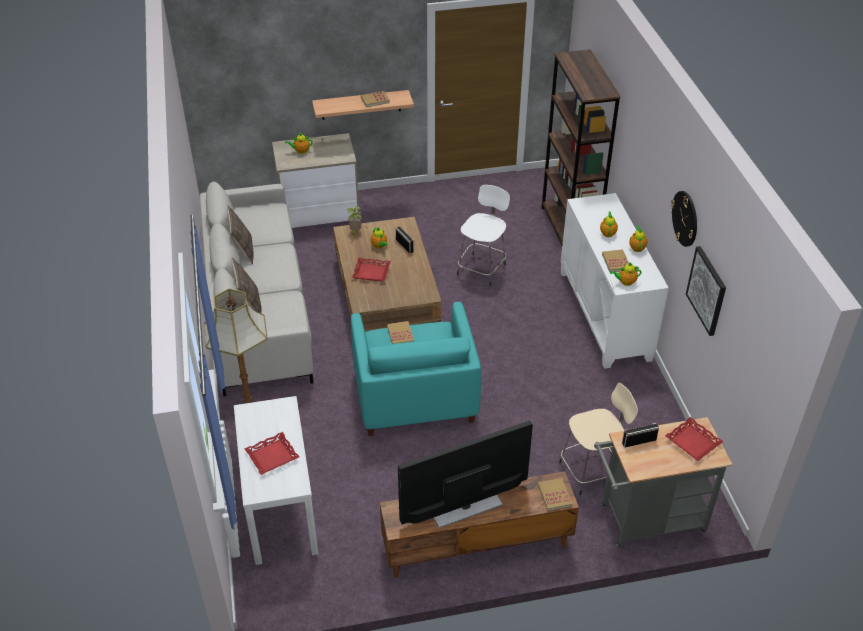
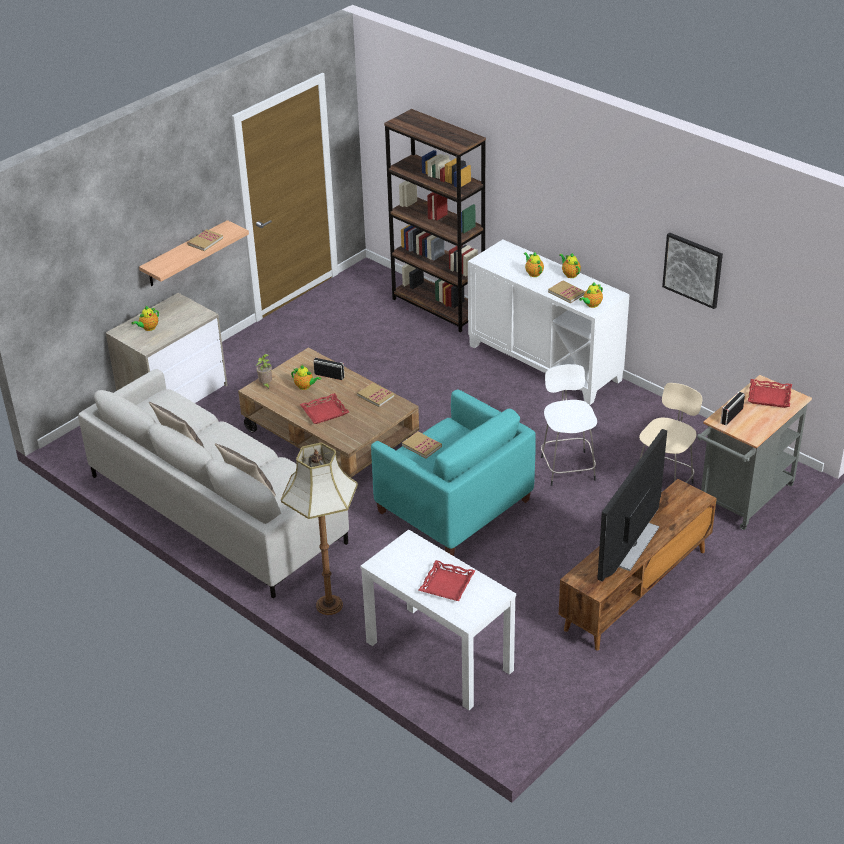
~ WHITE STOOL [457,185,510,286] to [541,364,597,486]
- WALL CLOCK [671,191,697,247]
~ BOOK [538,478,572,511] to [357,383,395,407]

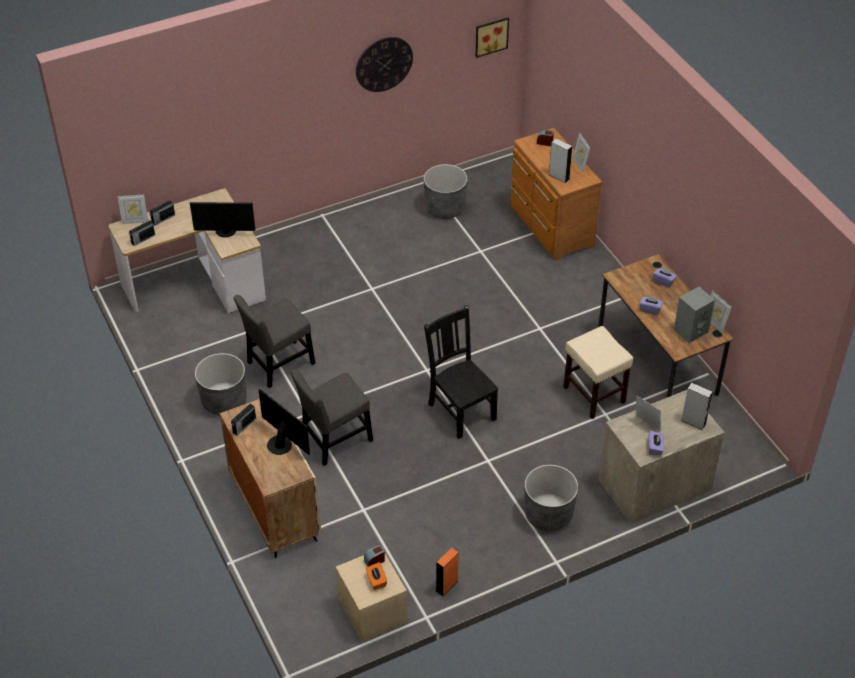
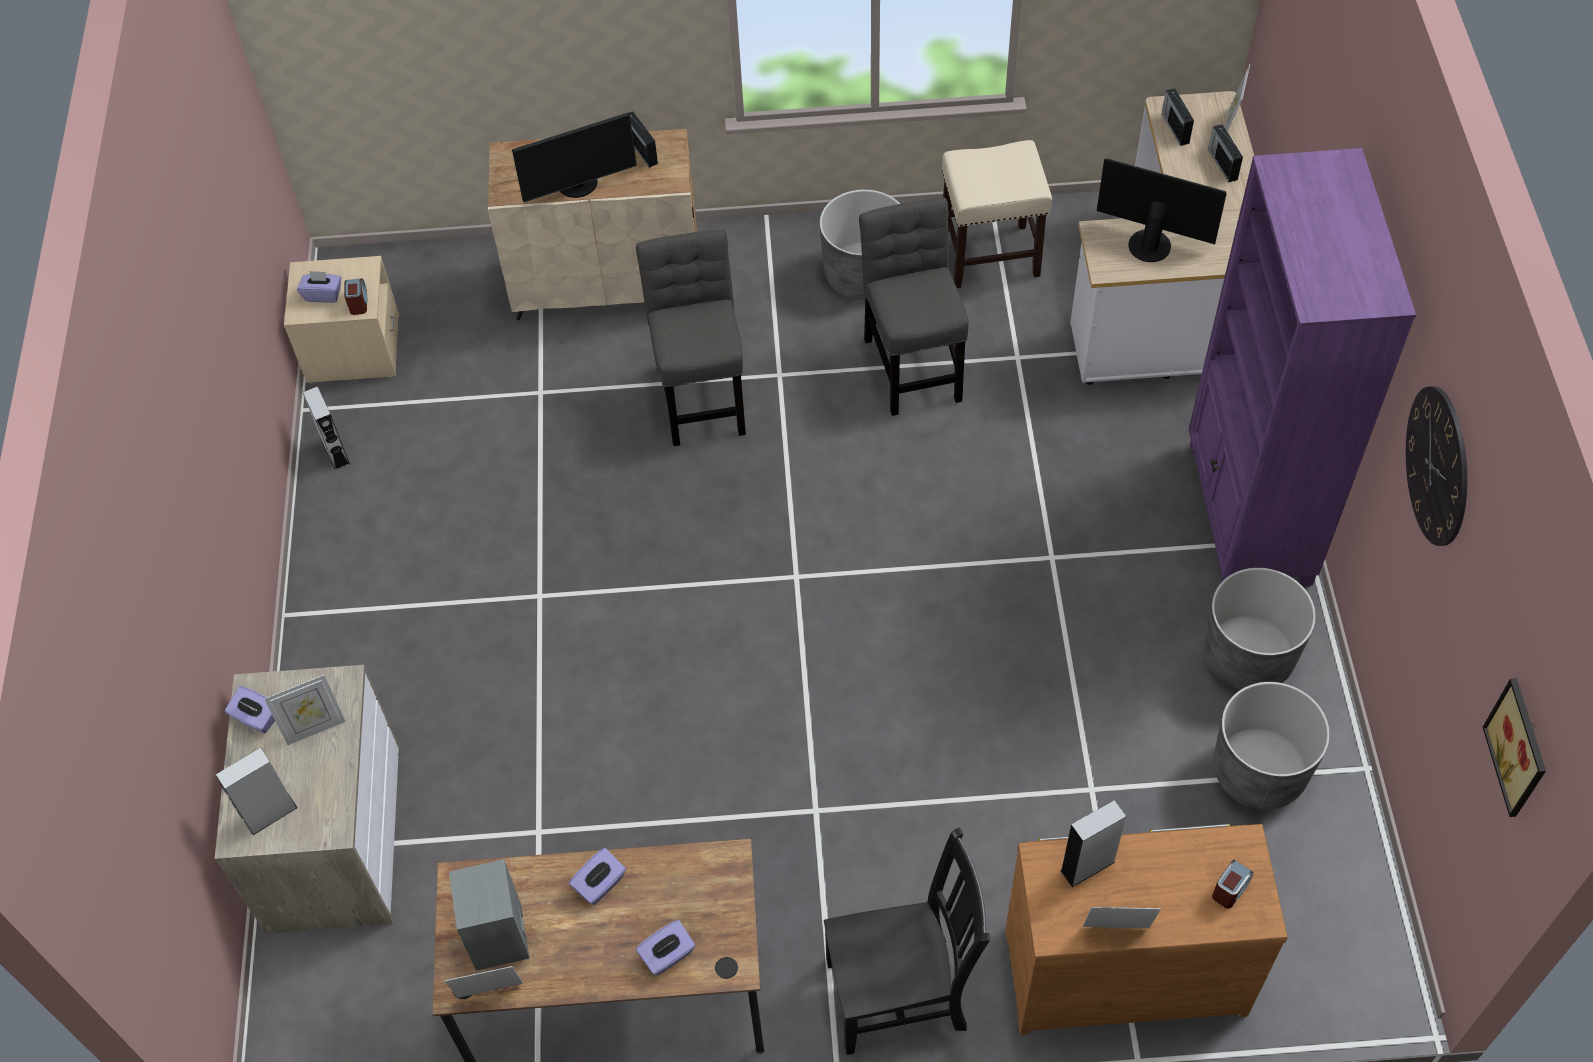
~ MONITOR [190,202,255,237] = [1097,159,1227,262] 90 degrees clockwise
~ BLACK CHAIR [424,305,498,439] to [824,827,990,1055]
~ BEIGE STOOL [563,326,633,419] to [942,140,1052,288]
~ GREY PLANTER [524,465,578,531] to [1204,568,1316,690]
~ ORANGE SPEAKER [436,547,459,596] to GREY SPEAKER [303,386,350,470]
~ ORANGE TISSUE BOX [366,562,387,590] to PURPLE TISSUE BOX [297,271,341,303]
+ PURPLE BOOKCASE [1189,148,1416,586]

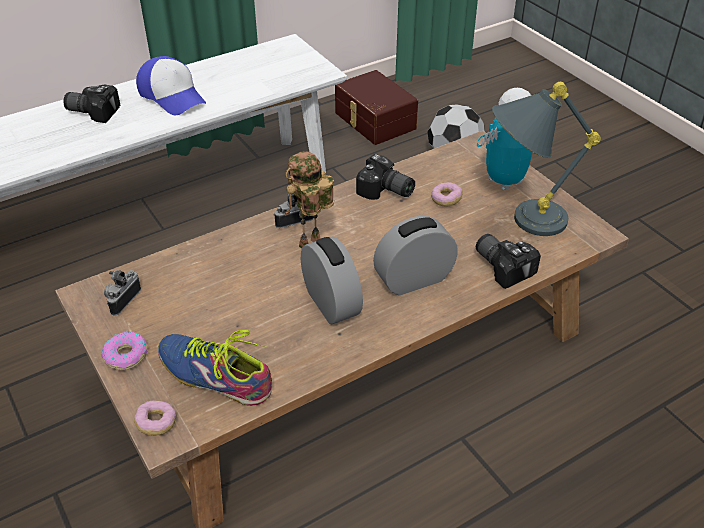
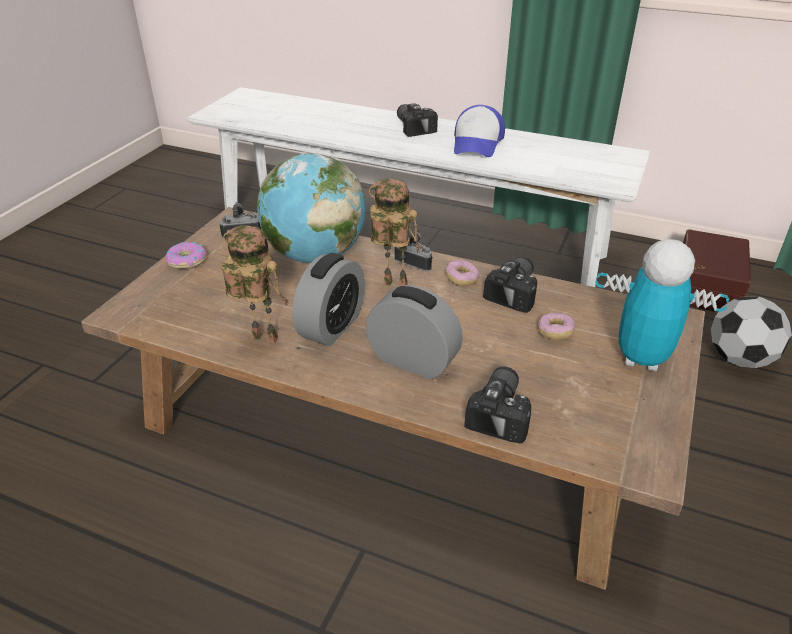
- GREY TABLE LAMP [492,82,601,236]
~ PHOTO CAMERA [356,154,415,200] = [483,257,537,313] 150 degrees counterclockwise
- SHOE [158,330,272,406]
~ DONUT [134,401,176,436] to [445,260,479,286]
+ GLOBE [257,153,366,263]
+ TOY ROBOT [221,225,289,344]

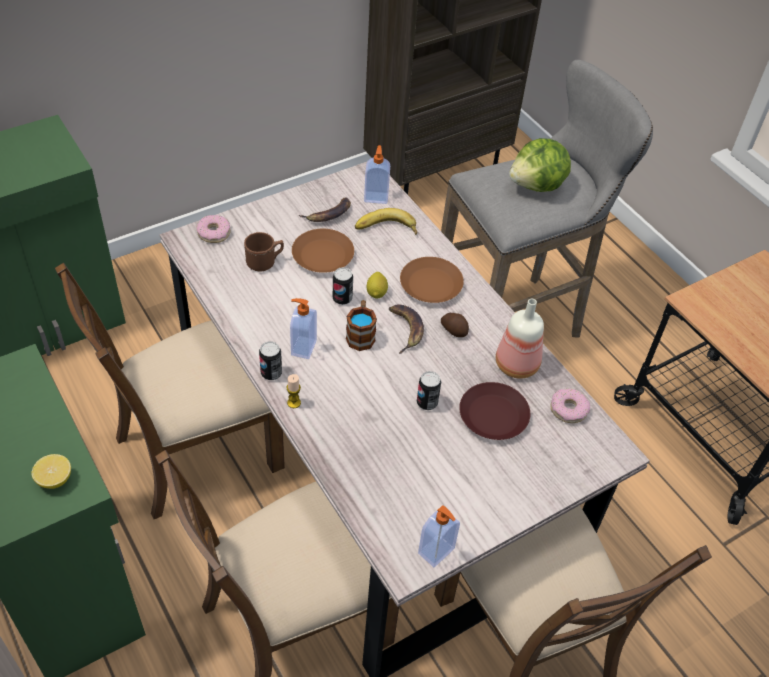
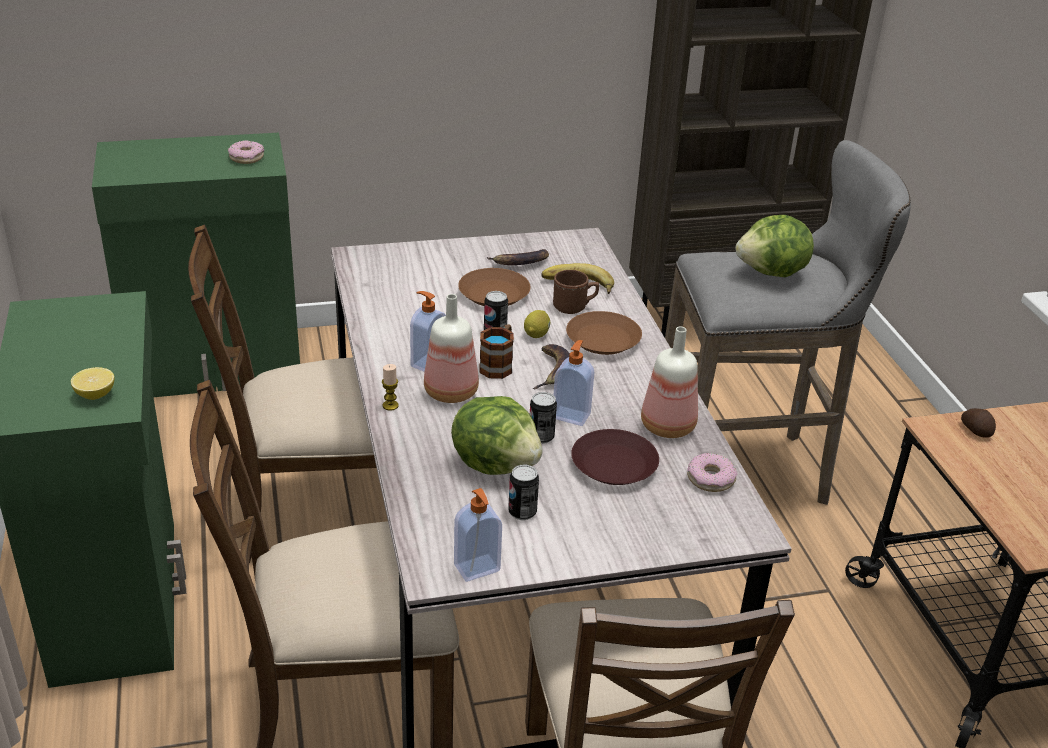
~ SOAP DISPENSER [364,145,390,204] to [554,340,594,426]
~ DONUT [196,215,231,243] to [228,140,264,164]
~ BROWN MUG [244,232,284,272] to [553,270,599,314]
~ POTATO [441,313,469,337] to [961,408,996,438]
~ CAN [259,342,282,380] to [508,465,539,520]
+ BOTTLE [424,294,479,403]
+ LETTUCE [451,396,543,475]

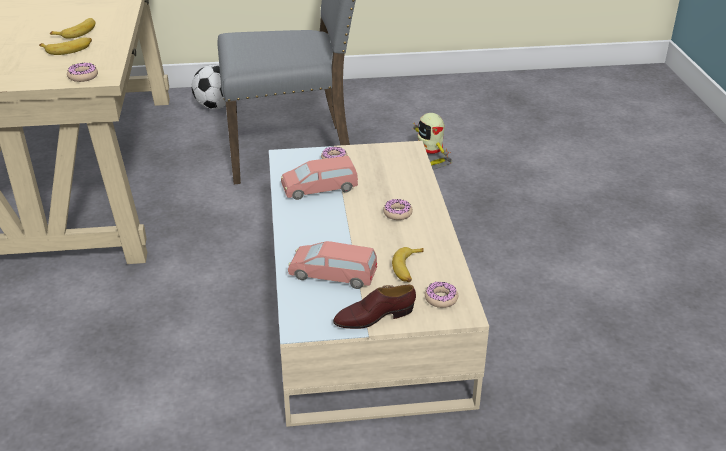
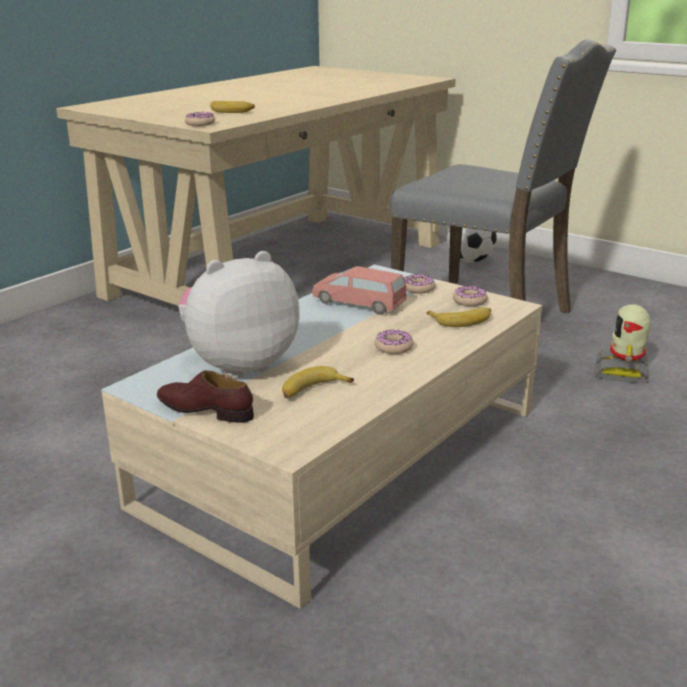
~ BANANA [50,18,95,39] to [427,307,491,327]
~ PINK TOY CAR [288,241,377,289] to PLUSH TOY [178,251,299,379]
~ DONUT [425,281,458,308] to [453,286,488,306]

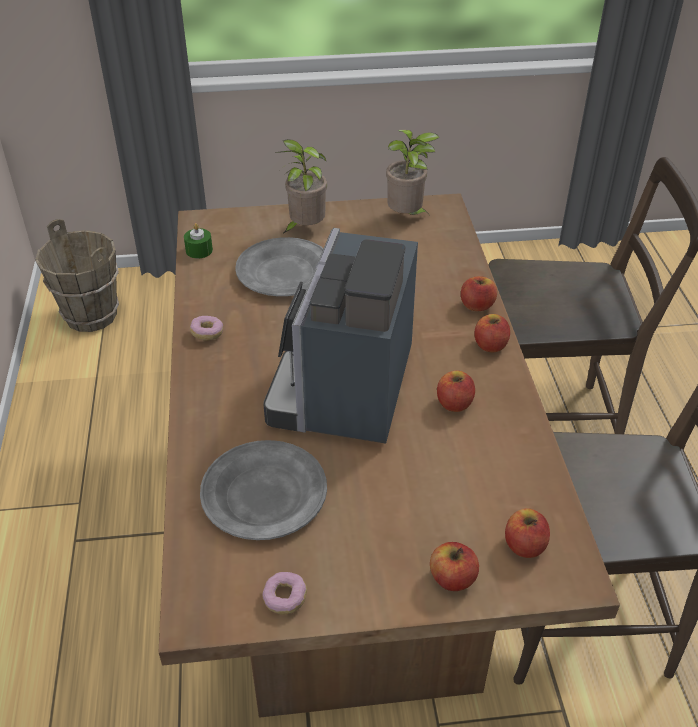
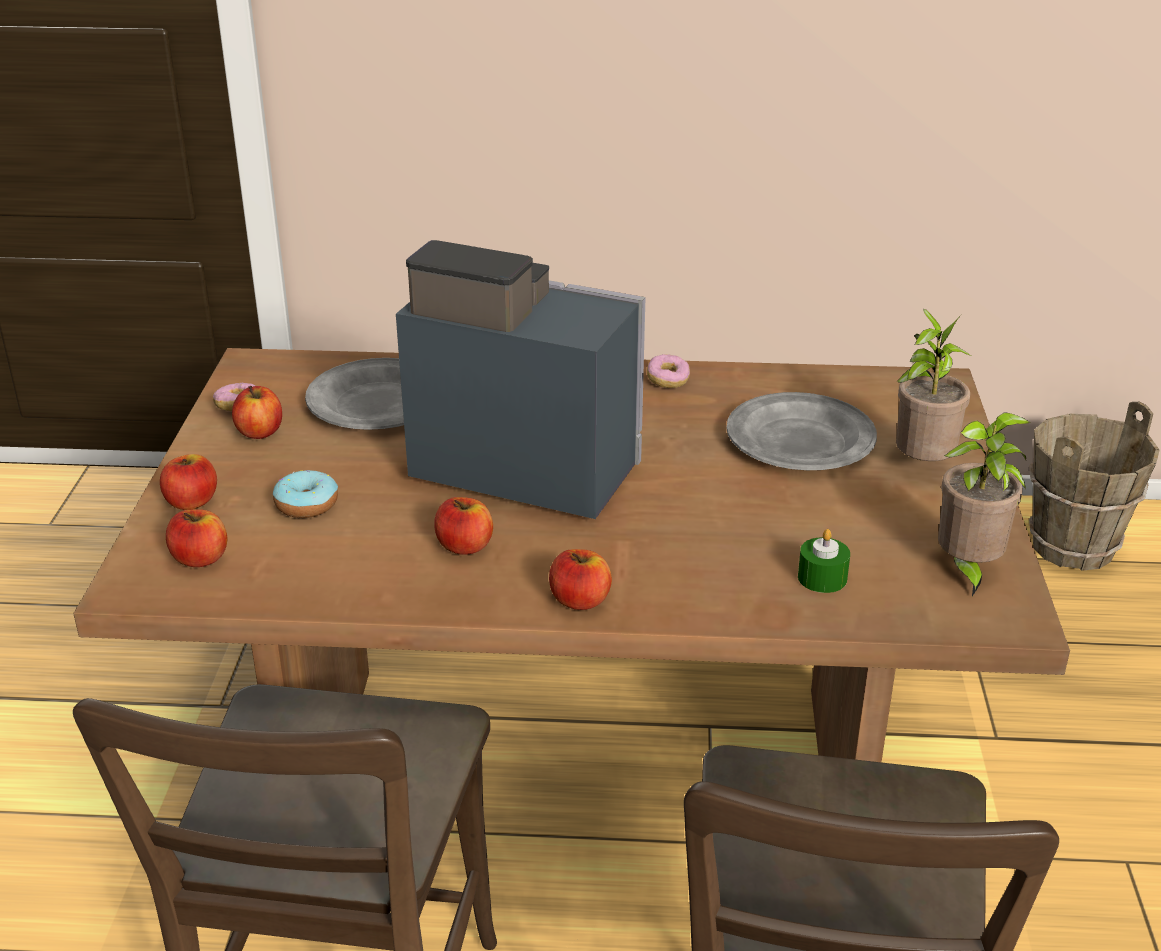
~ GREEN CANDLE [184,223,213,259] to [798,529,850,593]
~ APPLE [461,276,497,311] to [232,386,282,439]
+ DONUT [273,470,338,518]

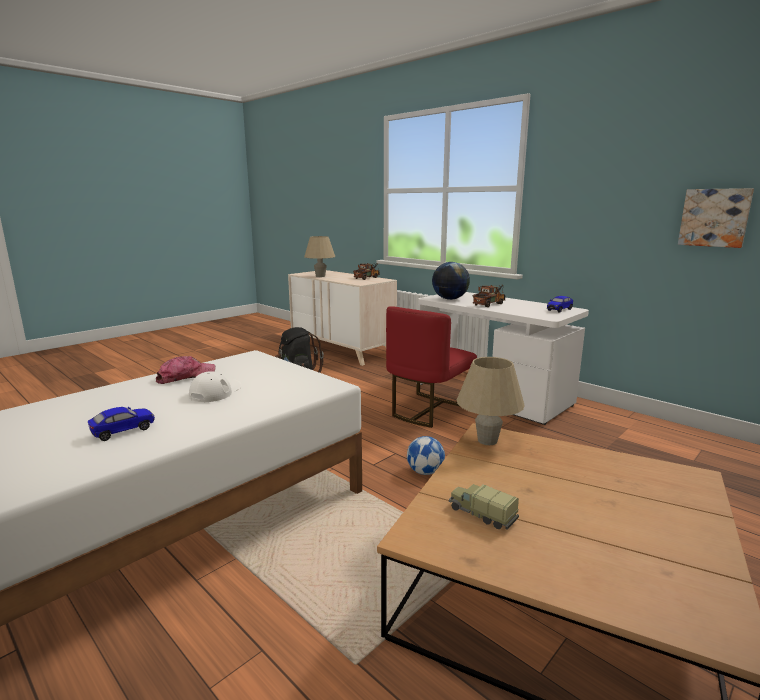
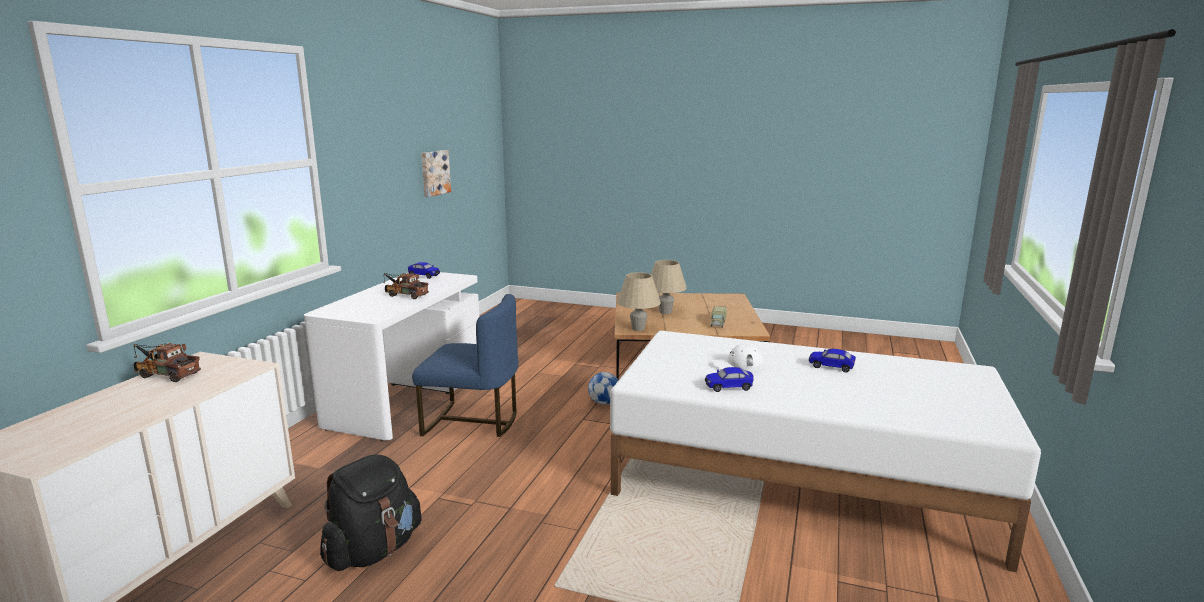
~ BEIGE TABLE LAMP [304,236,335,277] to [651,260,687,314]
- GLOBE [432,262,470,300]
~ RED CHAIR [386,306,477,428] to BLUE CHAIR [412,294,518,437]
~ CAP [156,356,216,384] to TOY CAR [705,367,754,392]

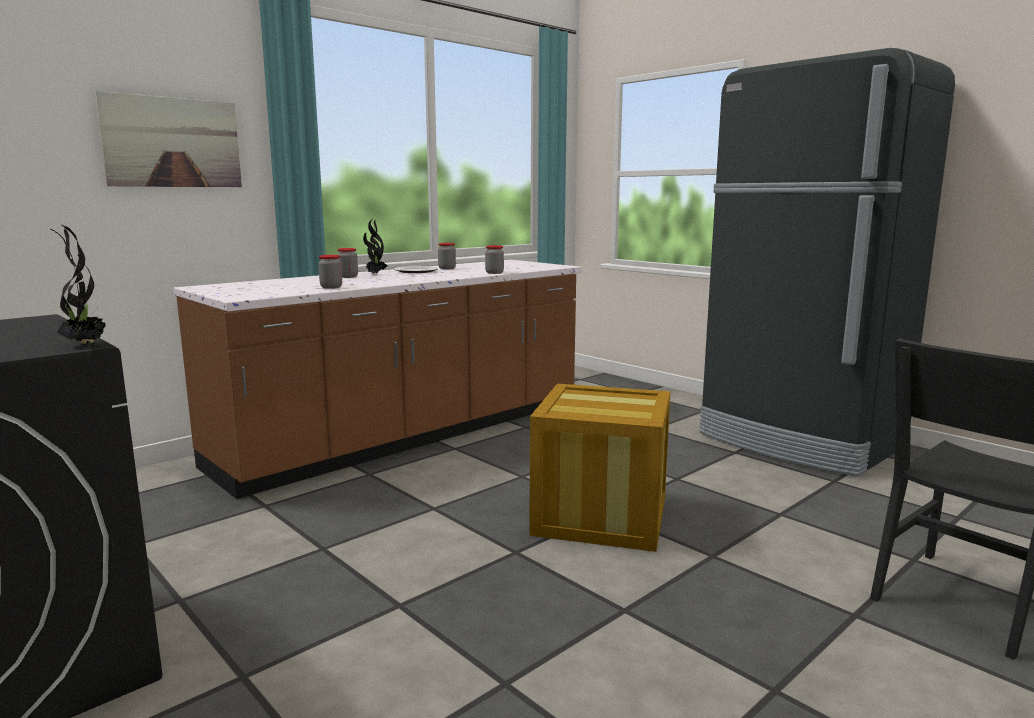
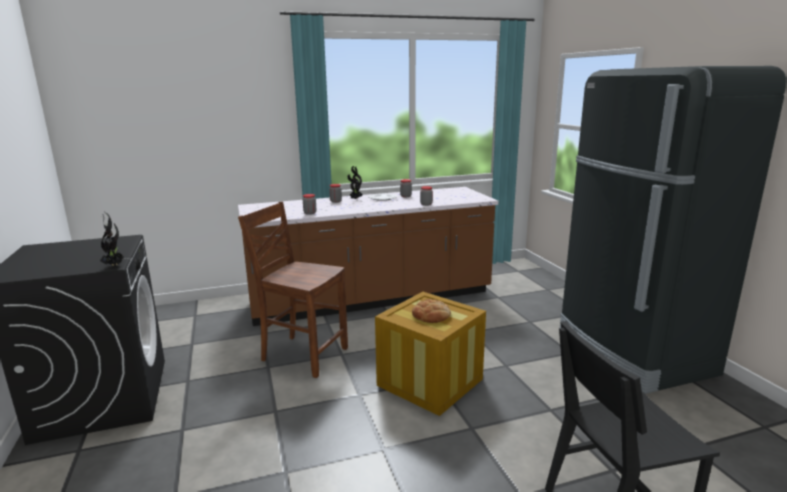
- PICTURE [95,91,242,187]
+ BROWN CHAIR [238,202,348,378]
+ BREAD [412,299,451,323]

